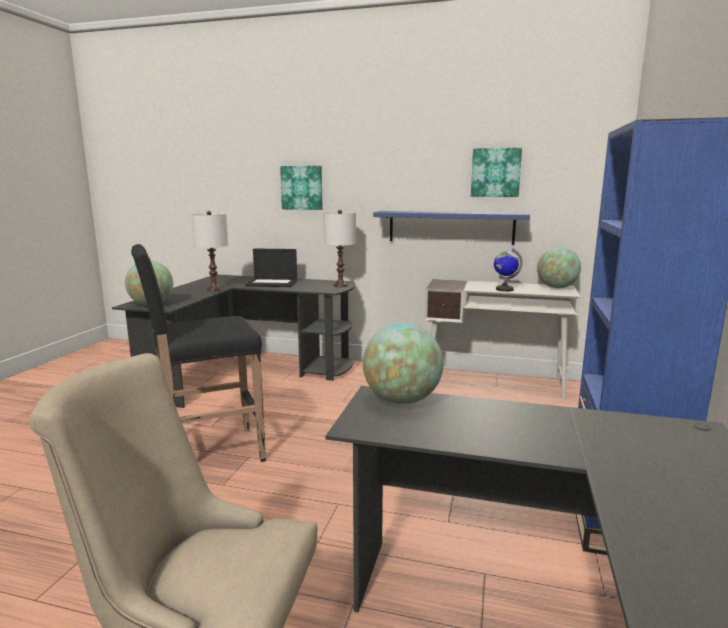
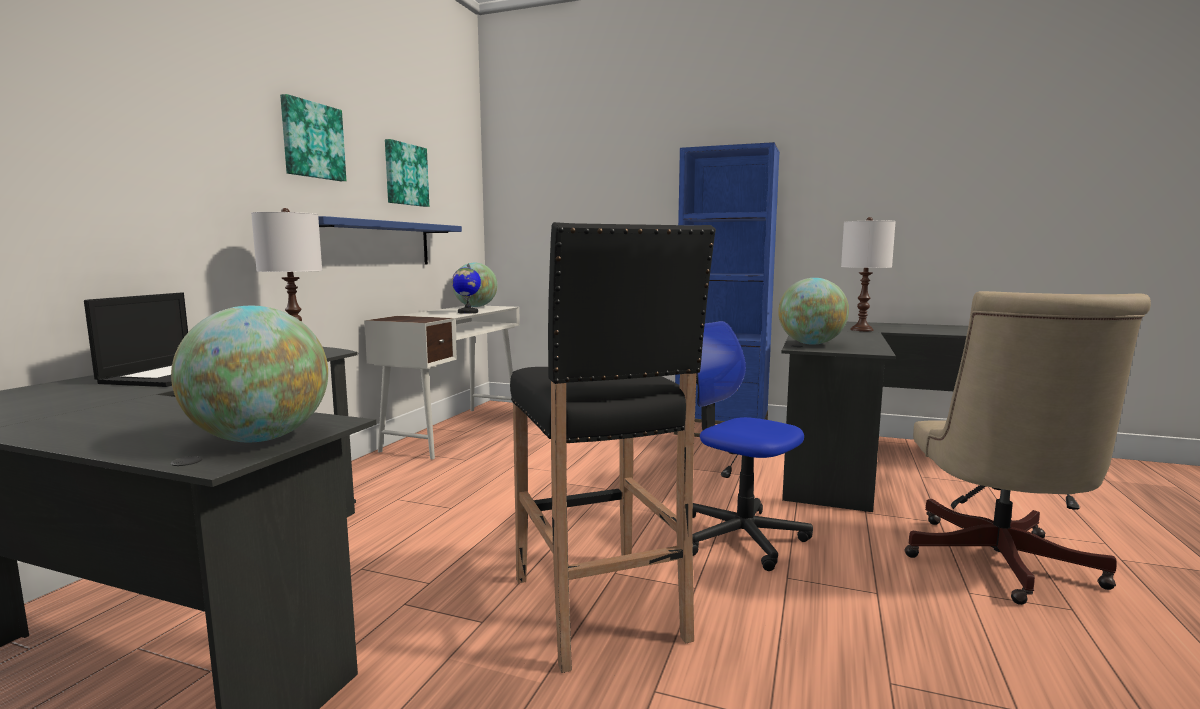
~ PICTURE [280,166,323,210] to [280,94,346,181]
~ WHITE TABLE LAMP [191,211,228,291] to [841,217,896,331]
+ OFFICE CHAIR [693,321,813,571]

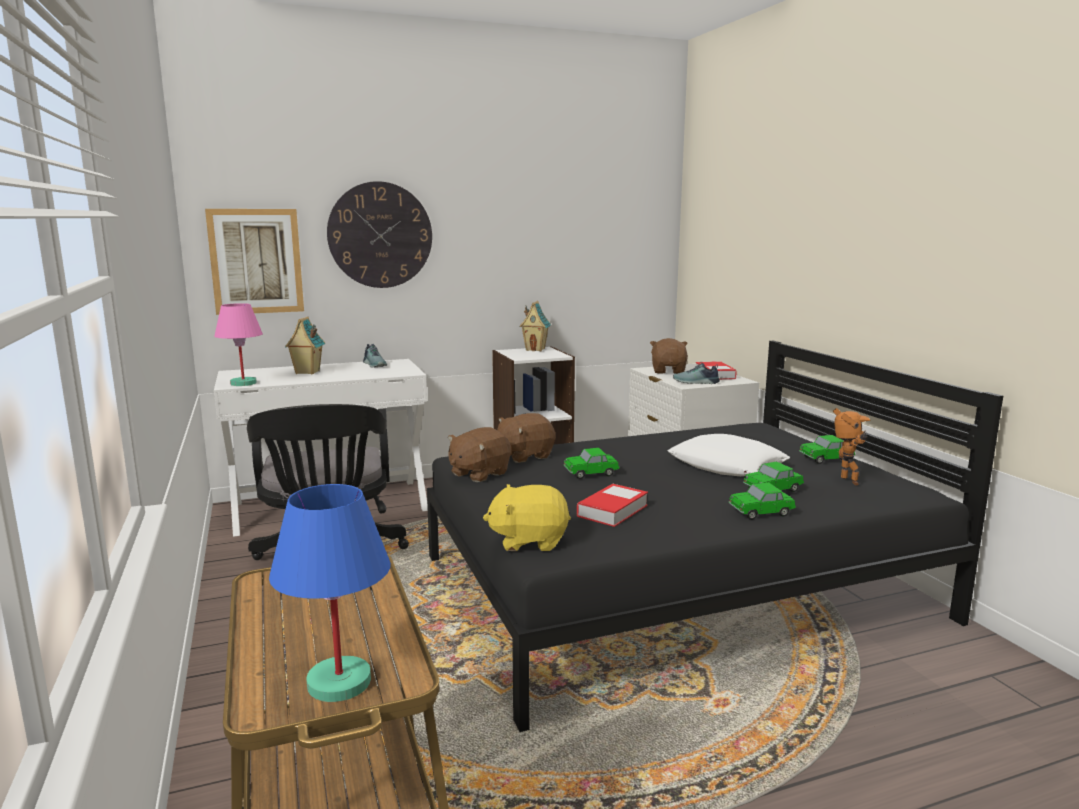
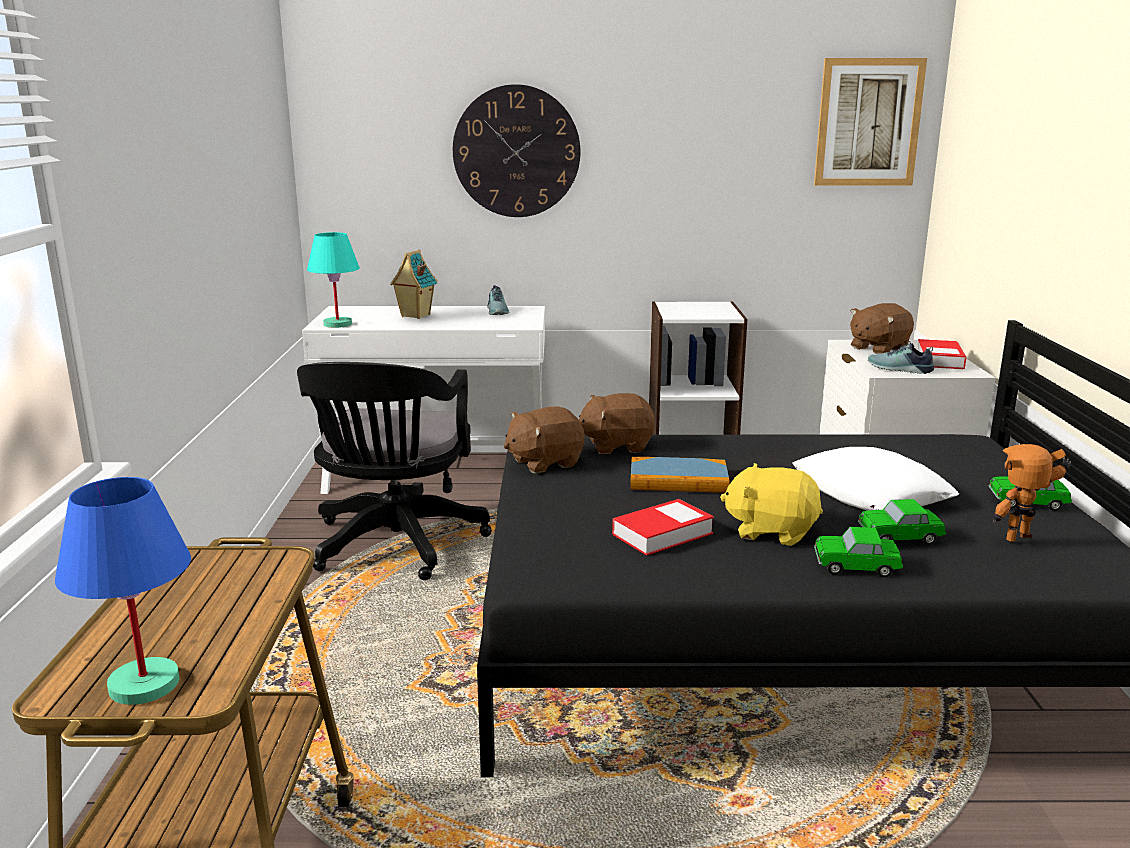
~ PICTURE [205,209,304,315] to [814,58,927,186]
- TOY HOUSE [520,301,551,351]
~ PINK TABLE LAMP [214,303,263,386] to TURQUOISE TABLE LAMP [307,232,360,328]
~ BROWN PLUSH TOY [650,338,688,374] = [850,303,914,354] 150 degrees counterclockwise
~ TOY ROBOT [833,408,870,485] = [993,444,1071,543] 120 degrees counterclockwise
~ TOY CAR [564,448,619,479] to BOOK [630,457,730,493]
~ YELLOW PLUSH TOY [483,484,571,551] to [720,463,823,546]

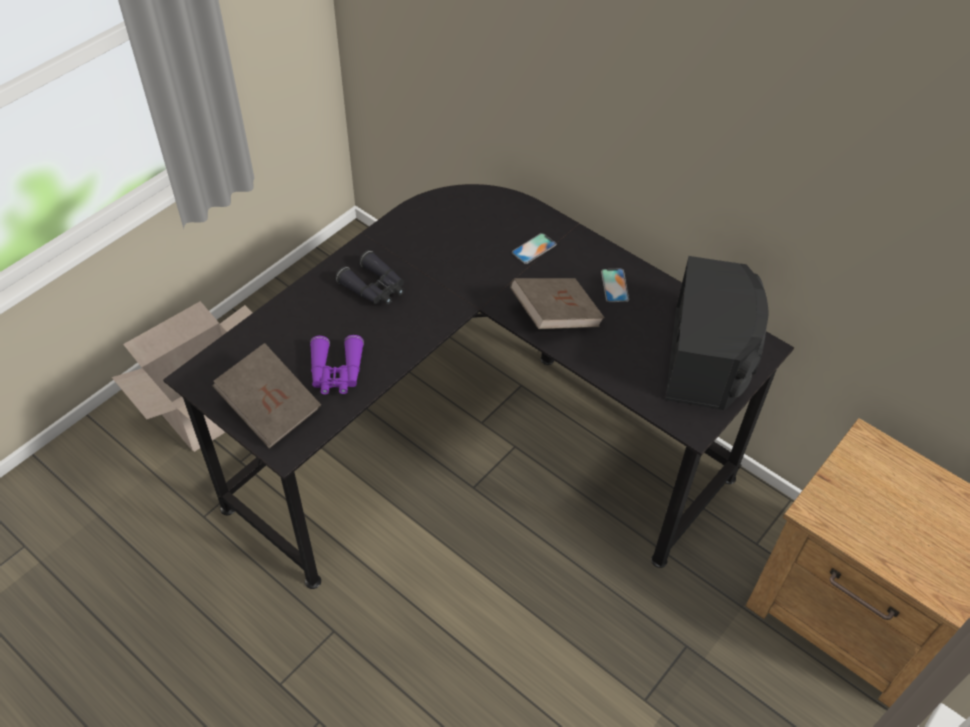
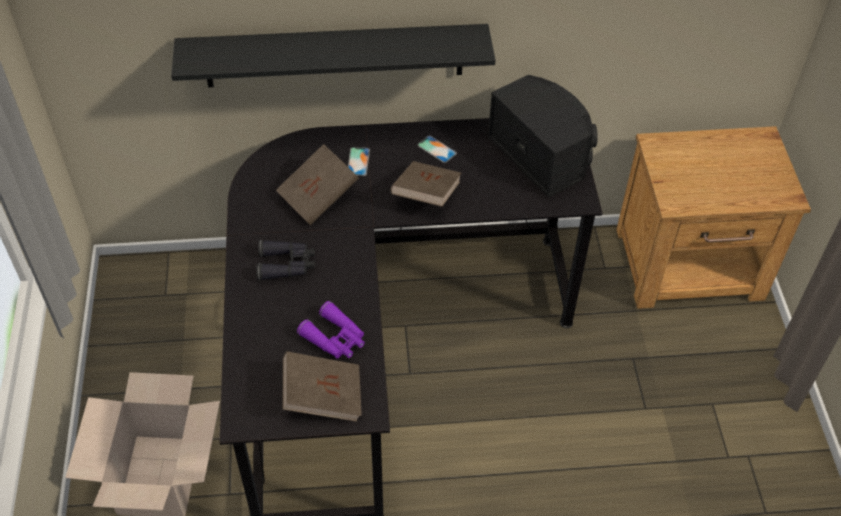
+ BLACK SHELF [171,24,495,87]
+ BROWN BOOK [276,144,359,225]

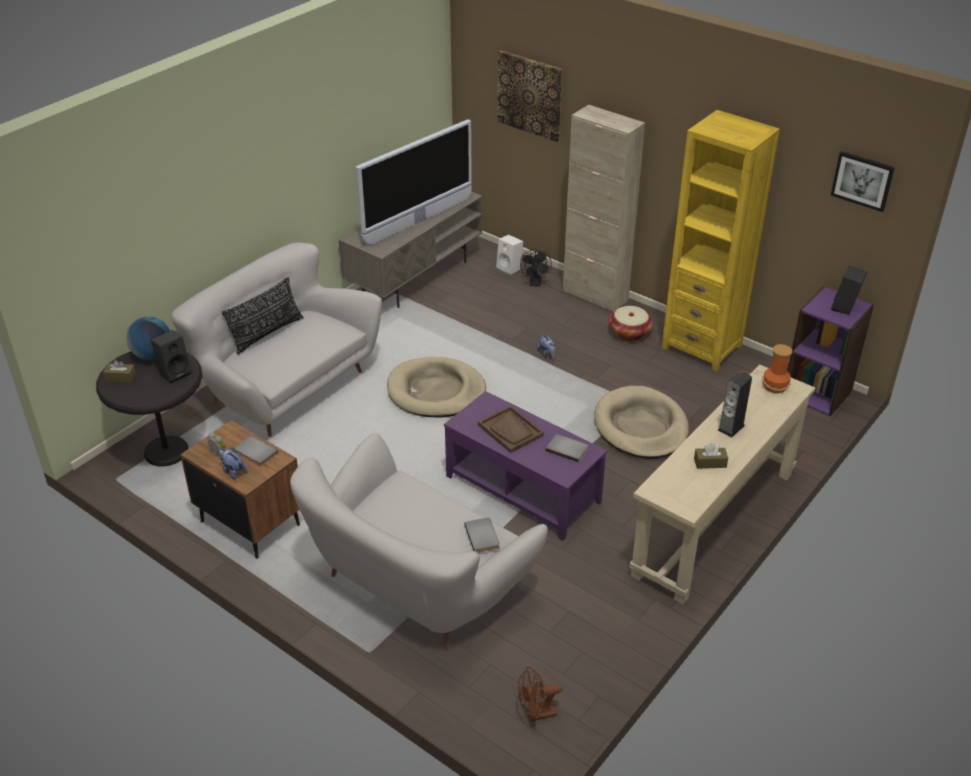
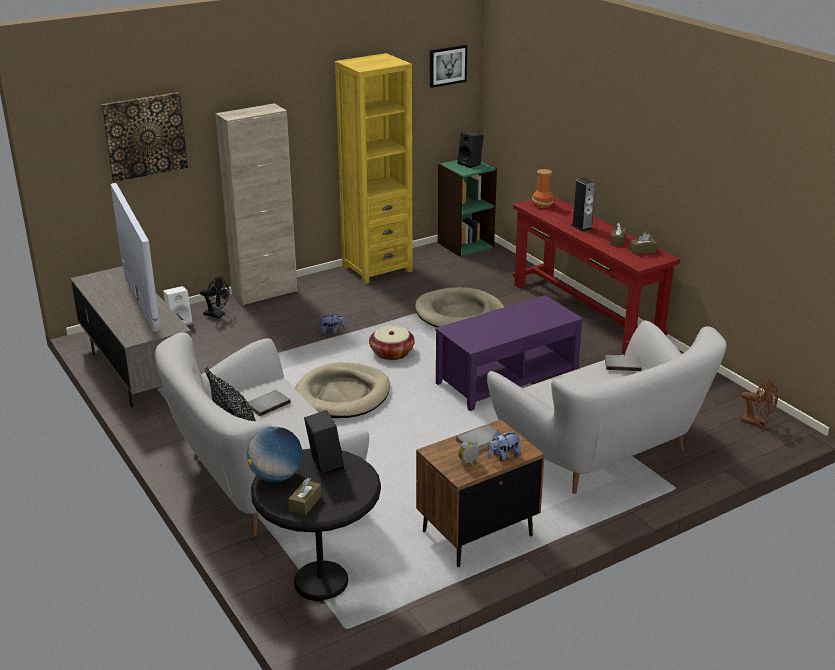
~ PURPLE BOOKCASE [787,286,874,417] to GREEN BOOKCASE [437,160,497,257]
~ BASKET [609,306,653,341] to [369,326,415,360]
~ BEIGE CONSOLE TABLE [629,364,815,604] to RED CONSOLE TABLE [513,196,680,354]
- BROWN TRAY [478,405,544,453]
~ GREY BOOK [545,434,588,462] to [248,390,291,416]
~ BROWN FAN [518,667,562,722] = [741,379,778,428] 60 degrees counterclockwise
+ BROWN TISSUE BOX [629,233,657,254]

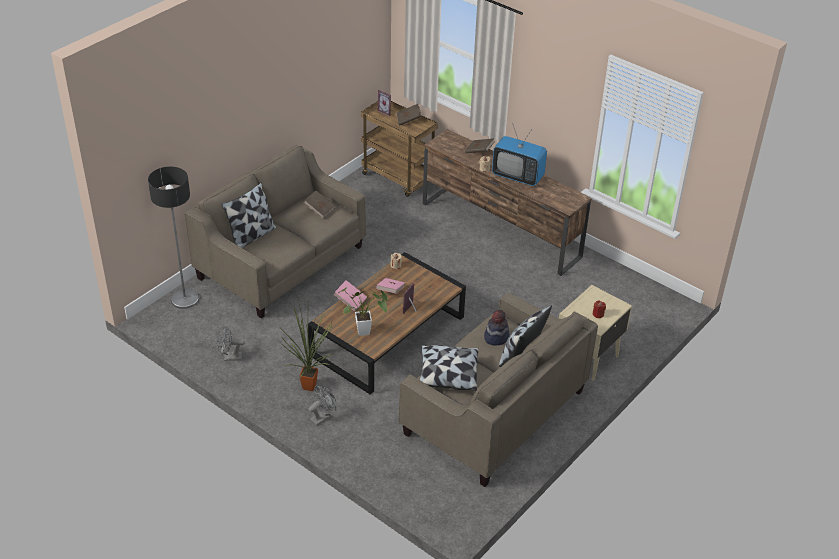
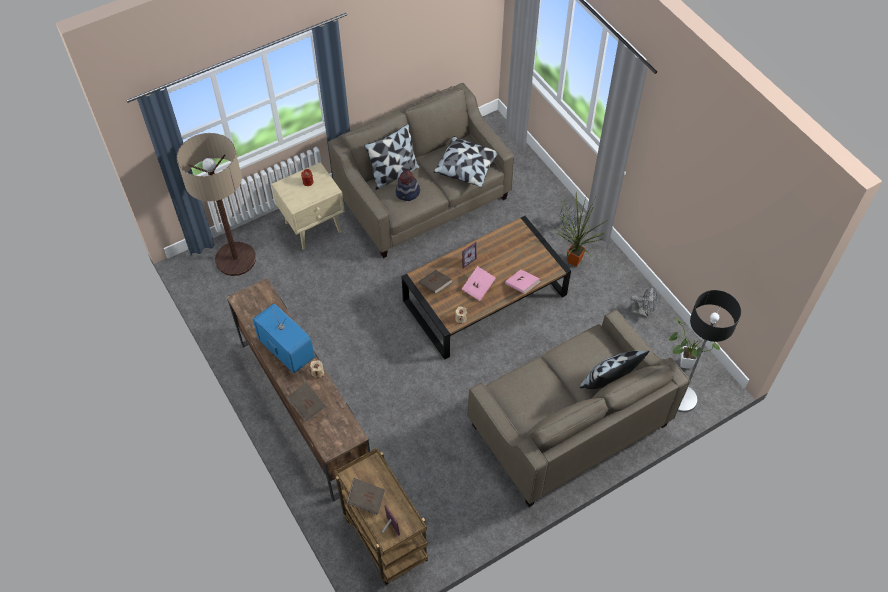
~ BROWN BOOK [303,191,335,218] to [419,270,453,294]
~ POTTED PLANT [338,288,388,336] to [668,318,720,369]
+ FLOOR LAMP [177,133,256,276]

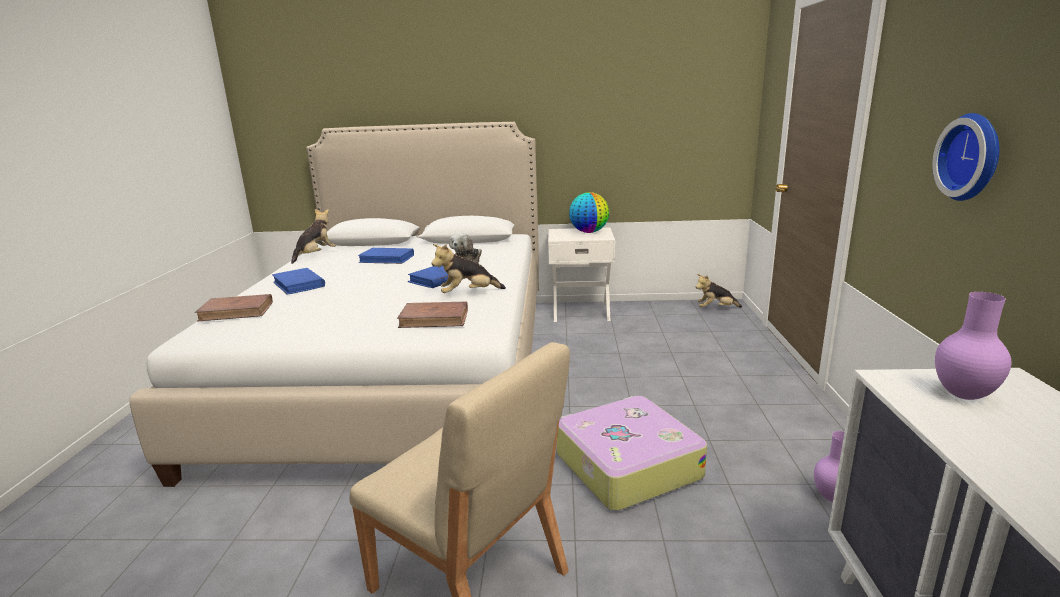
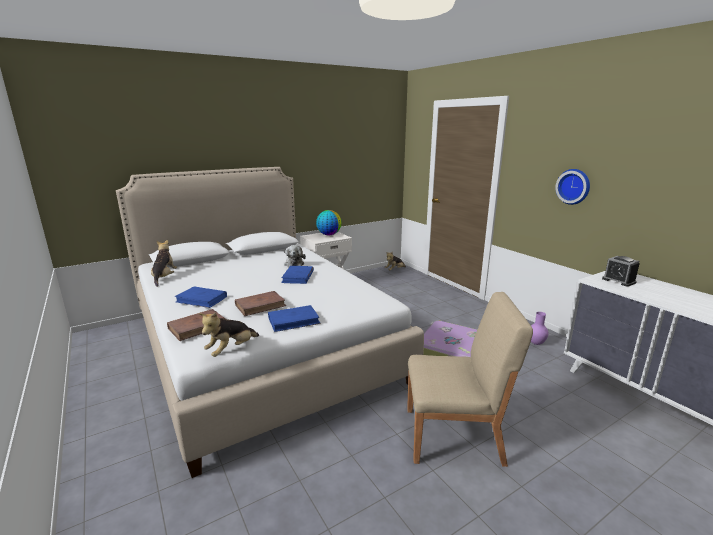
~ PLUSH TOY [432,244,506,293] to [199,312,259,357]
~ BLUE BOOK [358,248,414,264] to [268,305,321,332]
~ PURPLE VASE [935,292,1012,400] to ALARM CLOCK [602,256,640,287]
~ BROWN BOOK [397,301,468,328] to [235,291,286,316]

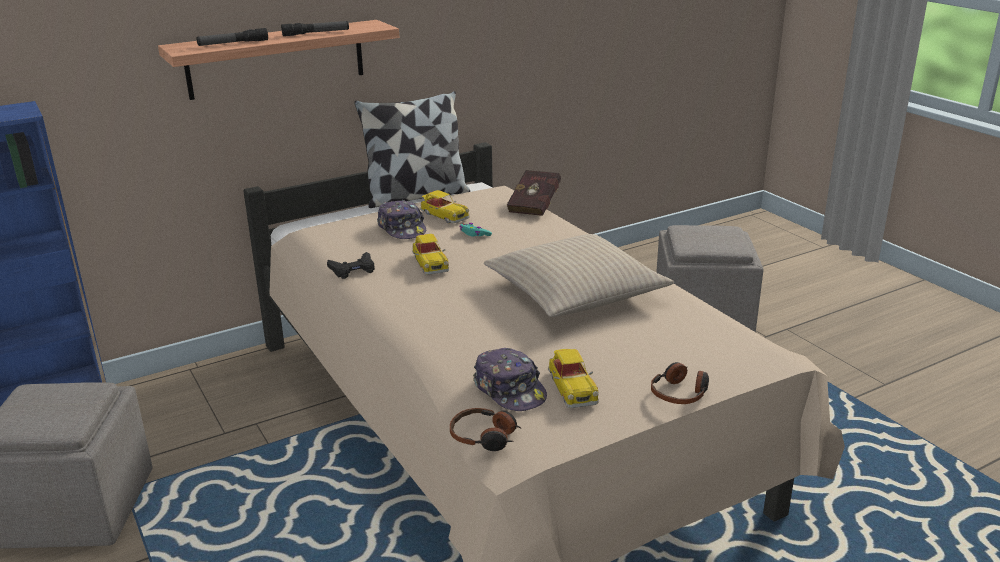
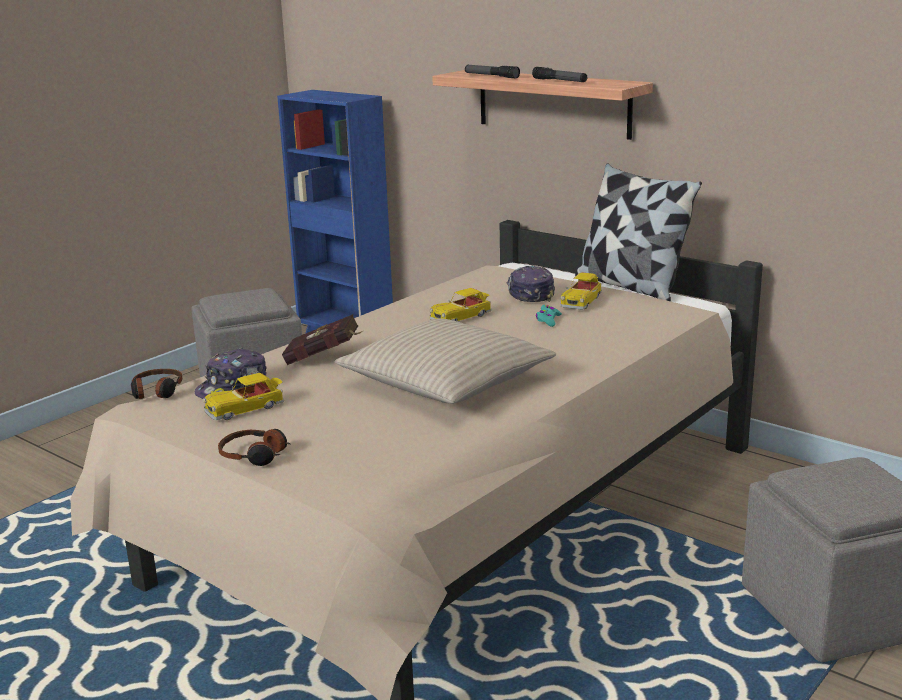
~ RED BOOK [507,170,561,216] to [282,314,363,365]
~ CAP [377,200,426,239] = [507,266,555,302] 135 degrees clockwise
- BLACK GAME CONTROLLER [327,252,375,279]

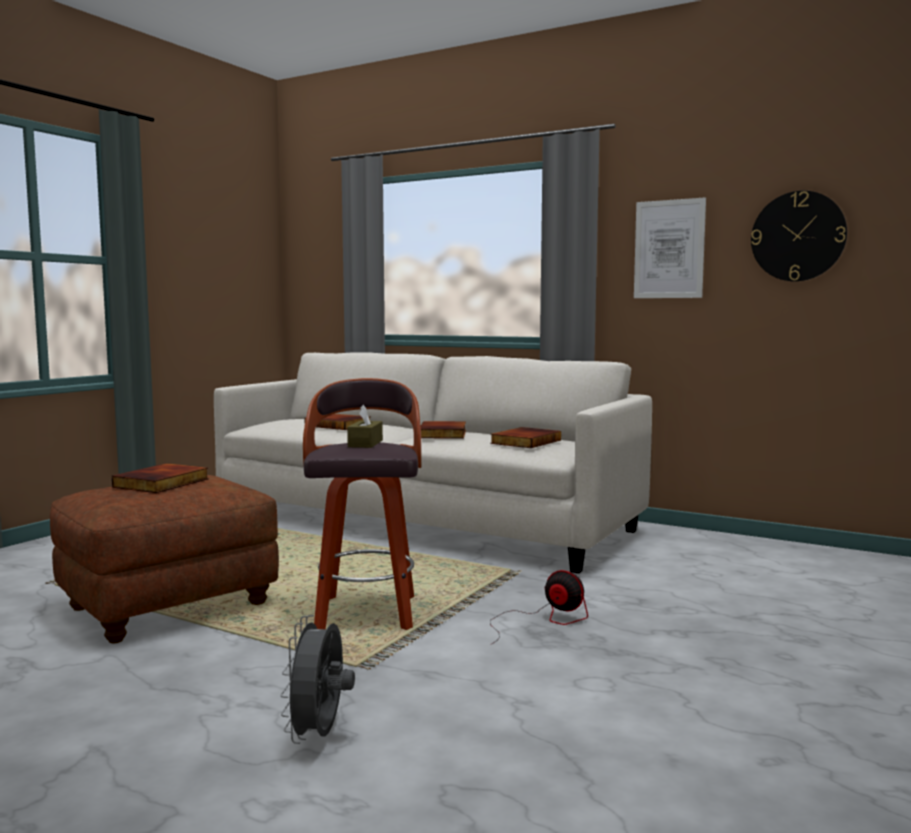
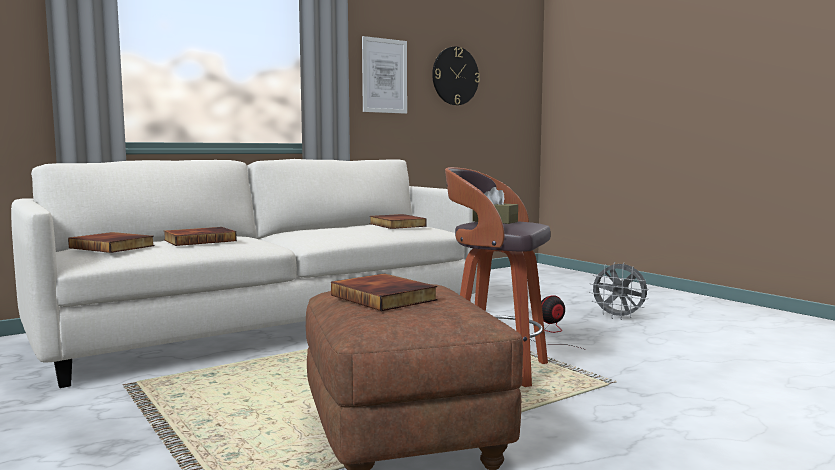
~ BOOK [421,421,466,439] to [68,232,155,253]
~ GREY FAN [280,615,355,744] to [589,262,649,320]

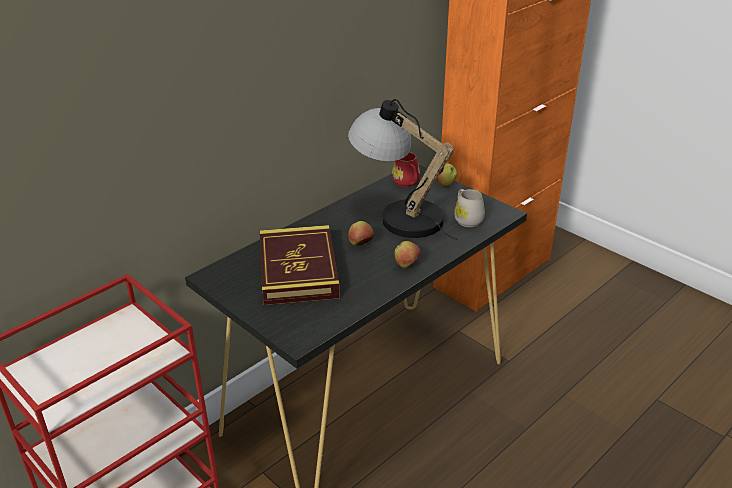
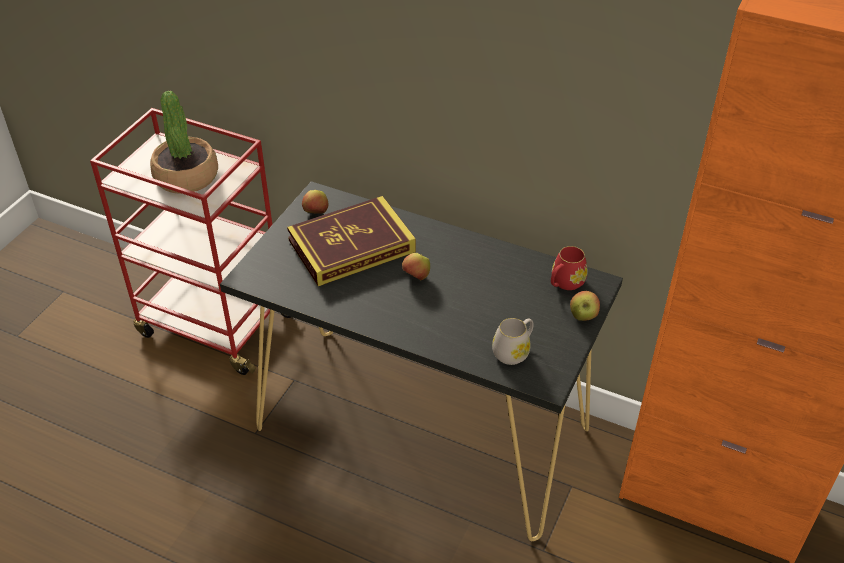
- TABLE LAMP [348,99,458,240]
~ APPLE [394,241,421,268] to [302,190,328,214]
+ POTTED PLANT [150,91,218,194]

